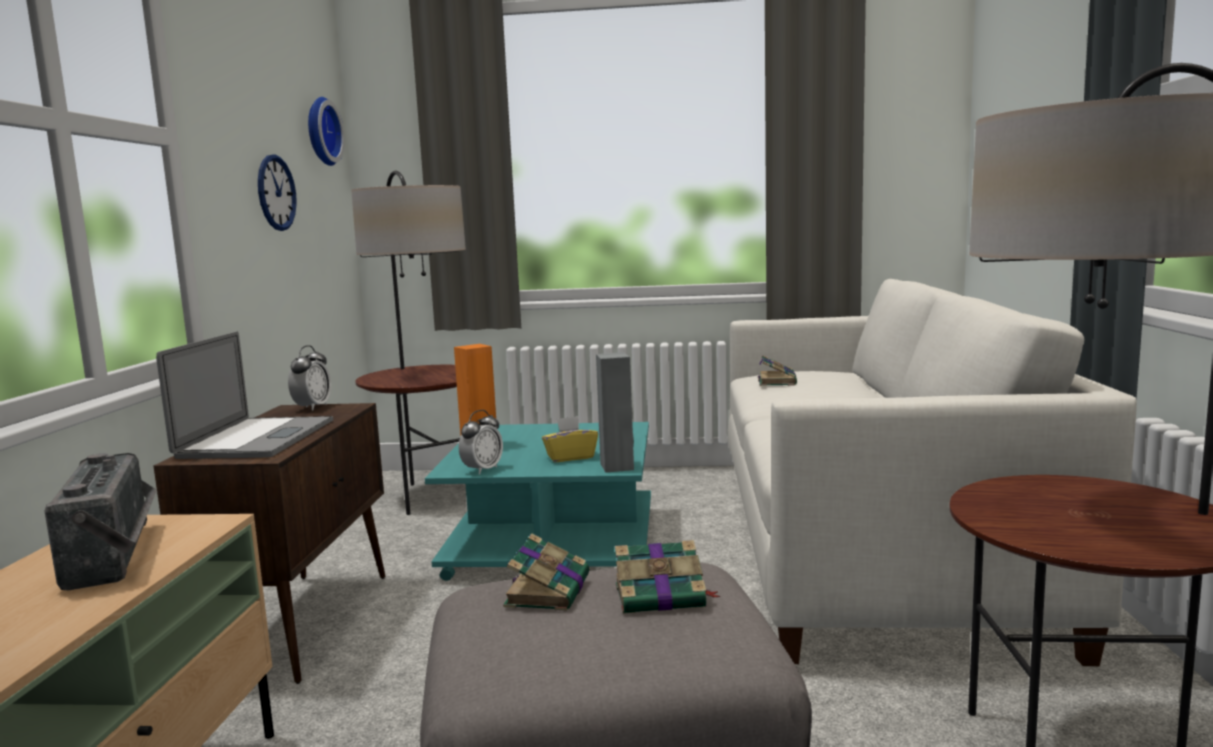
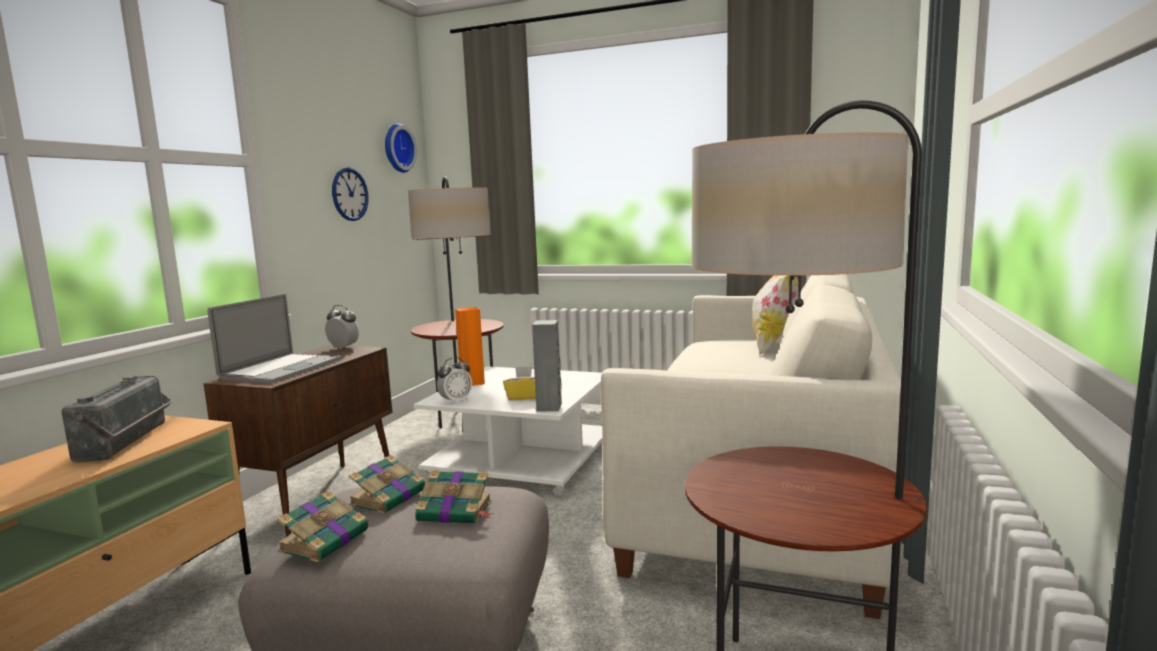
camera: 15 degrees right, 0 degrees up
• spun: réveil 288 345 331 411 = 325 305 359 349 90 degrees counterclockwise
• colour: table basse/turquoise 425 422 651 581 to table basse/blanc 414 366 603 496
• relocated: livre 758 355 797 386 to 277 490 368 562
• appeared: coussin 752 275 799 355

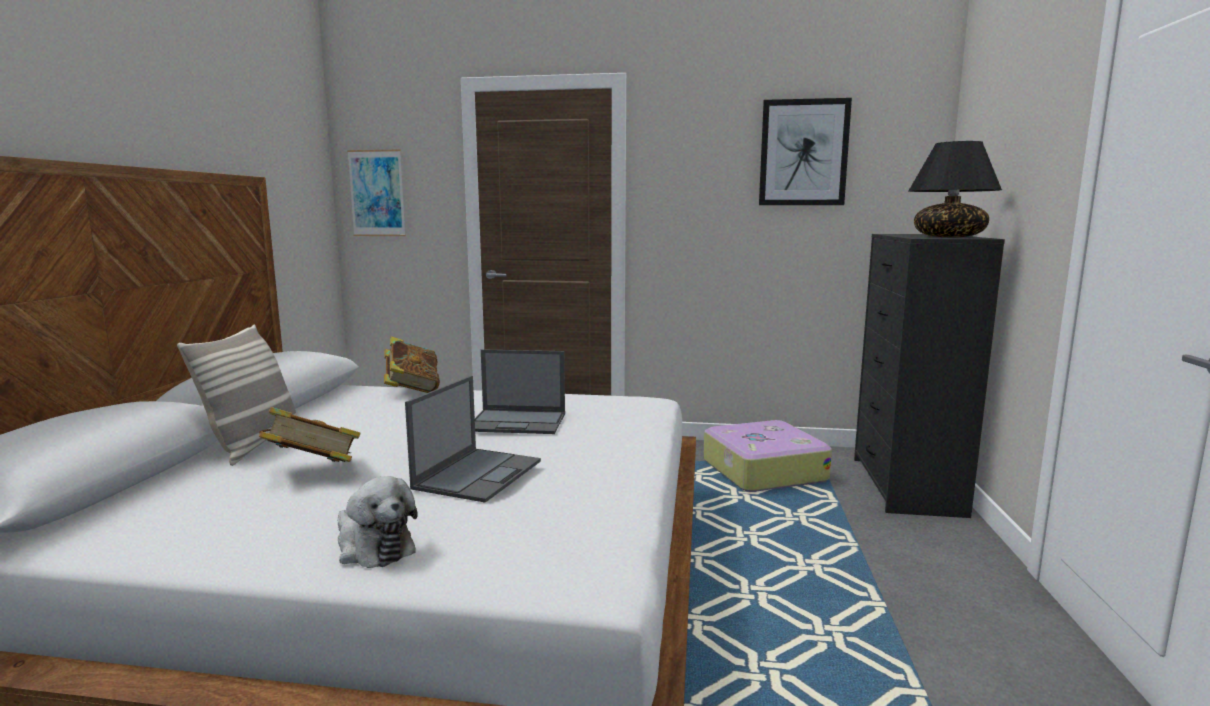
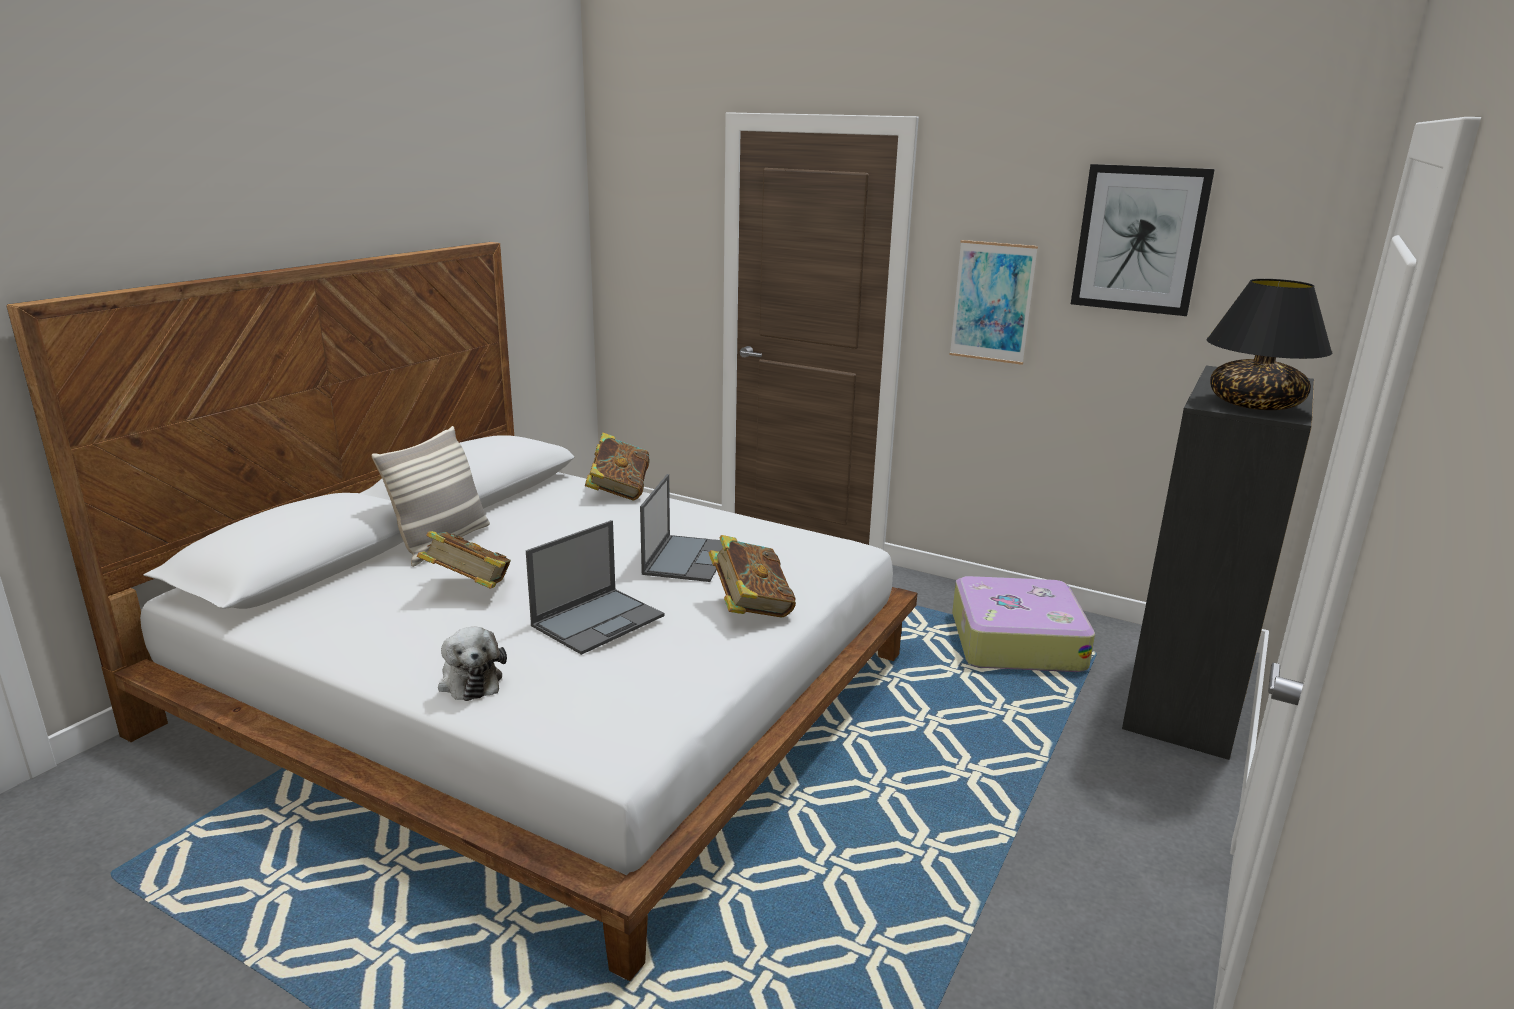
camera: 20 degrees right, 10 degrees up
• relocated: tableau 347 150 406 236 to 950 240 1038 365
• spun: ordinateur portable 475 349 565 434 = 640 474 723 582 105 degrees counterclockwise
• appeared: livre 709 535 796 617

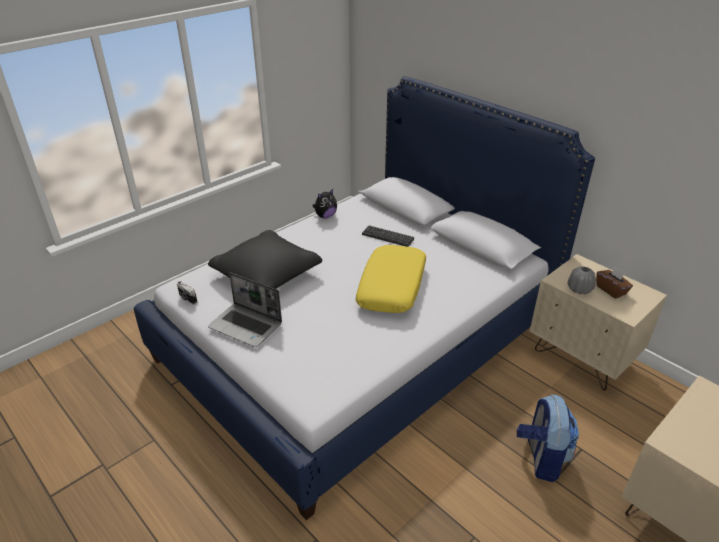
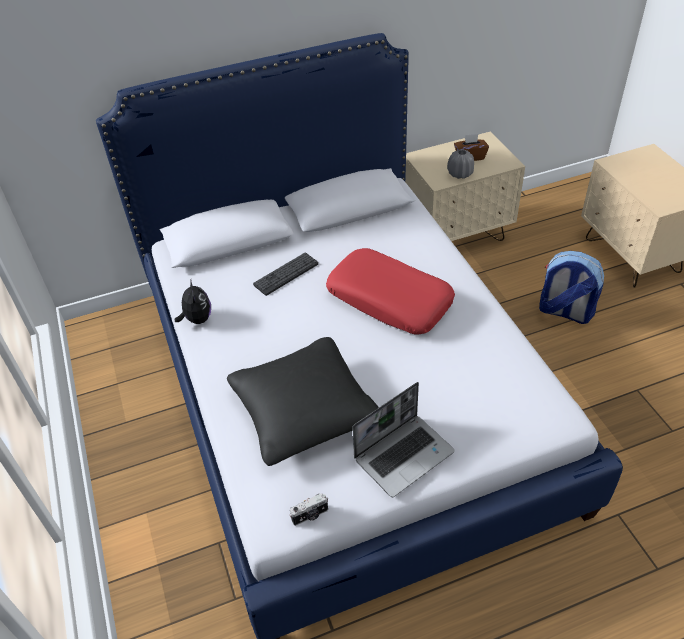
camera: 65 degrees left, 10 degrees up
• colour: coussin/jaune 355 245 426 313 to coussin/rouge 326 248 455 334

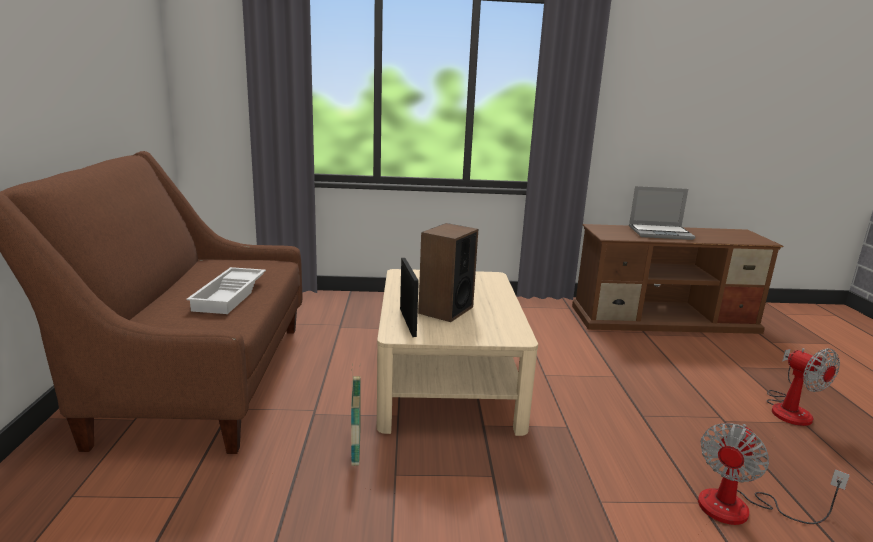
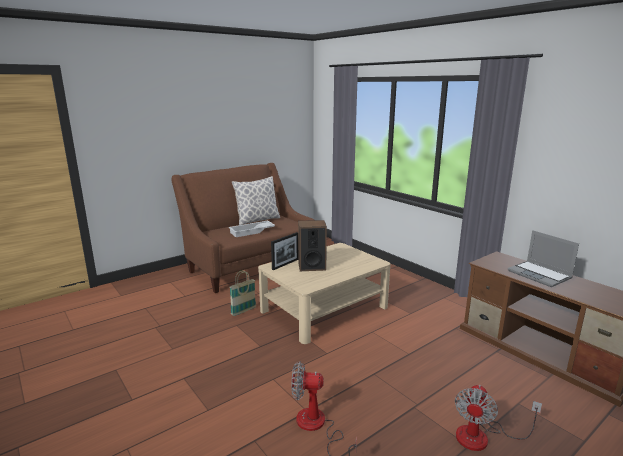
camera: 55 degrees right, 0 degrees up
• appeared: coussin 231 176 280 225

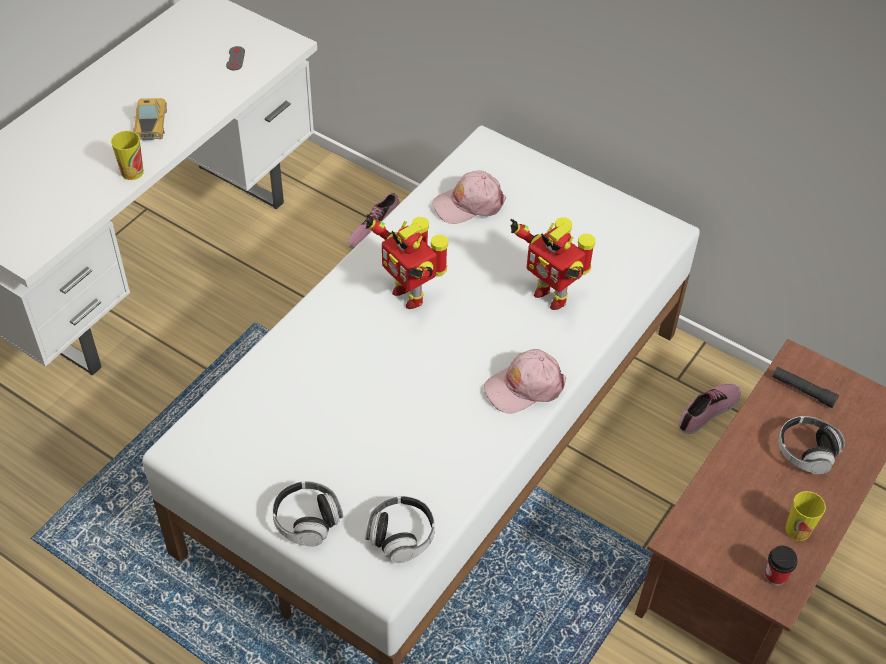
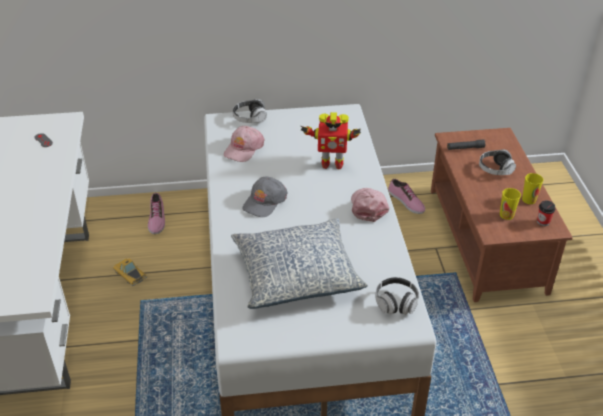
camera: 40 degrees left, 10 degrees down
• relocated: tasse 111 131 144 180 to 500 188 521 220
• relocated: petite voiture 133 98 167 140 to 113 258 147 286
• relocated: casque audio 272 481 343 547 to 233 99 267 123
• exchanged: robot jouet 366 214 448 309 to casquette/gris 243 177 288 217
• spun: casquette/rose 484 349 566 413 = 351 188 390 222 150 degrees clockwise
• spun: chaussure 678 384 741 434 = 388 179 425 214 135 degrees clockwise
• appeared: coussin 231 218 368 309

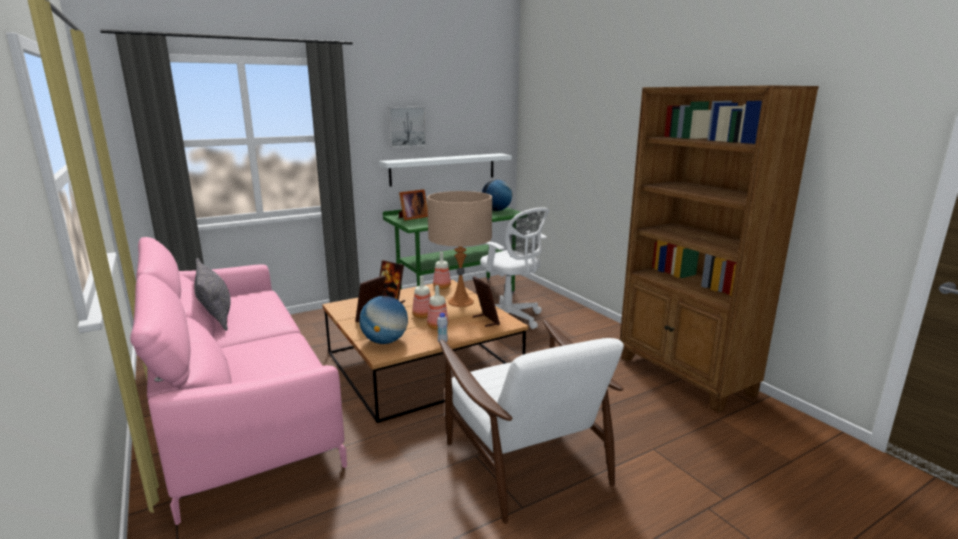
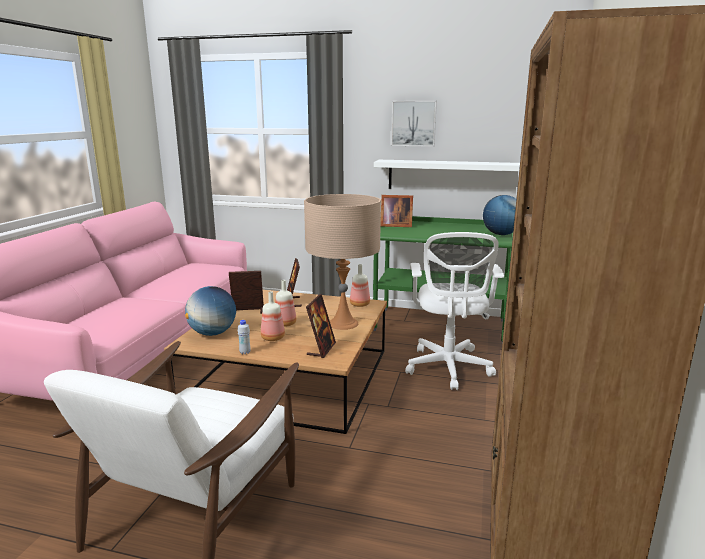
camera: 45 degrees right, 0 degrees up
• missing: coussin/gris 194 258 231 331

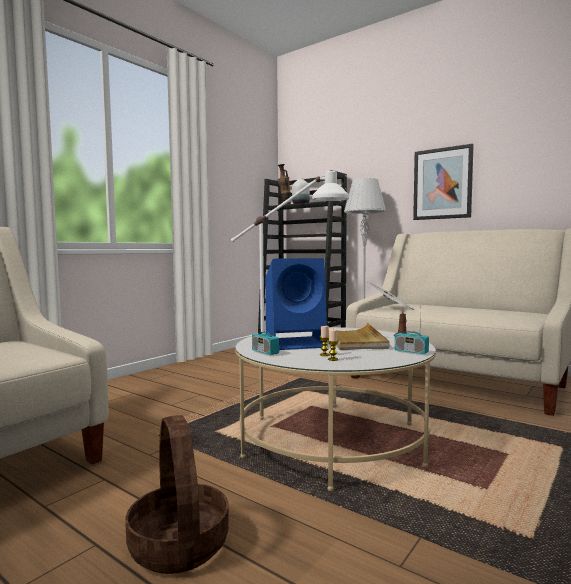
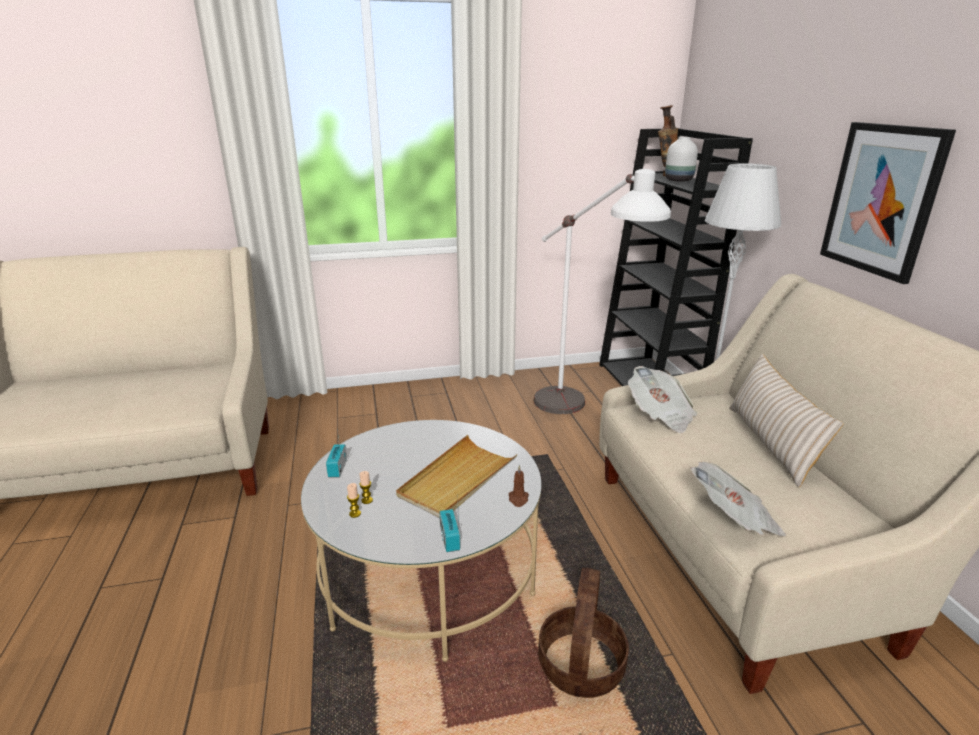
camera: 40 degrees right, 20 degrees up
• relocated: panier 125 415 229 574 to 538 567 629 698
• missing: enceinte/bleu 265 258 328 350
• appeared: journal 691 462 786 536
• appeared: coussin/beige 729 354 844 488

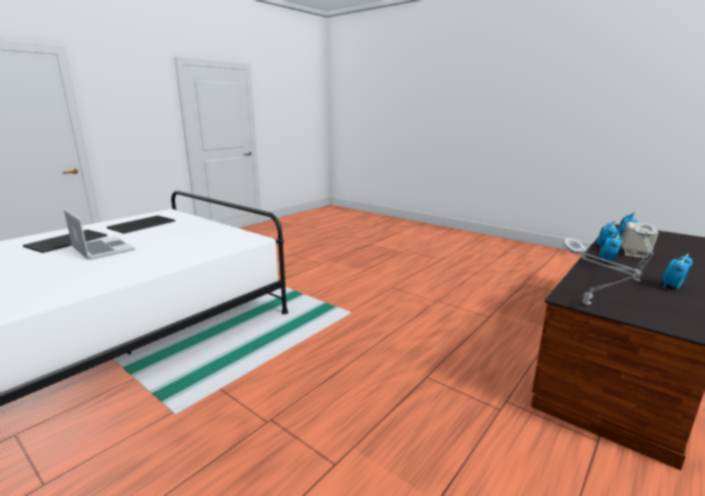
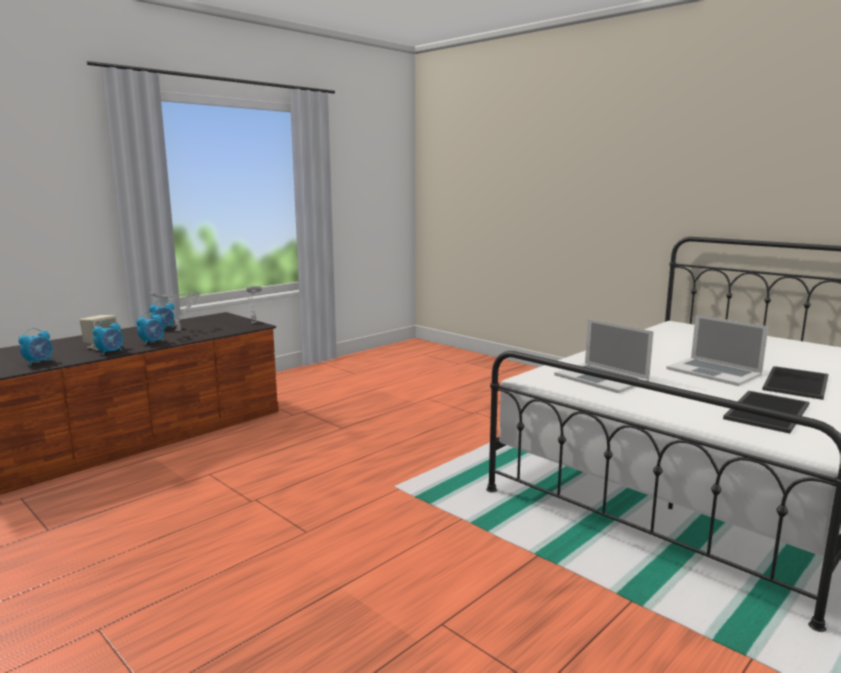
camera: 175 degrees left, 5 degrees down
• appeared: ordinateur portable 554 319 654 393

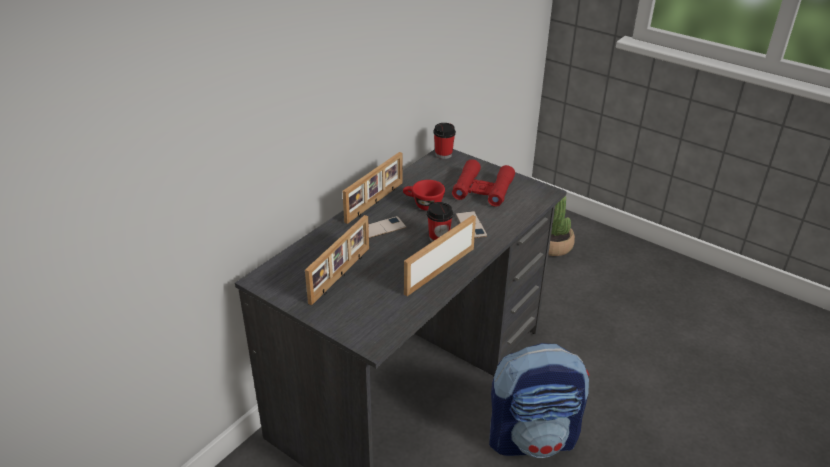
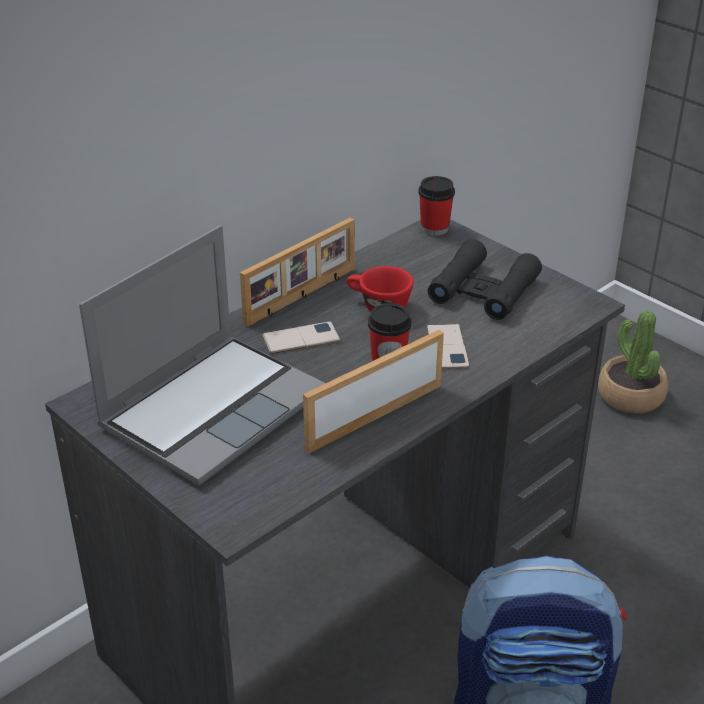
camera: 10 degrees right, 0 degrees up
• exchanged: cadre photo 305 215 369 305 to ordinateur portable 79 225 325 485
• colour: jumelles/rouge 452 159 515 207 to jumelles/noir 428 239 542 320

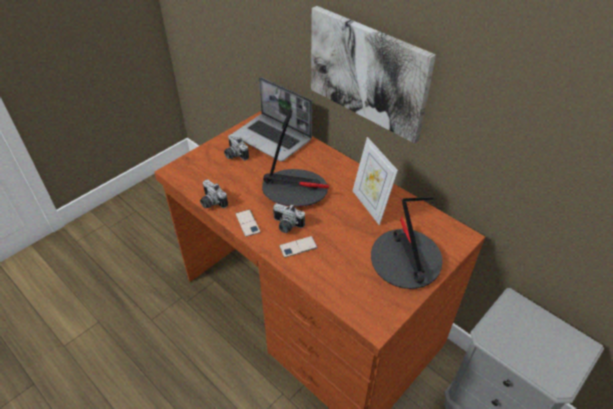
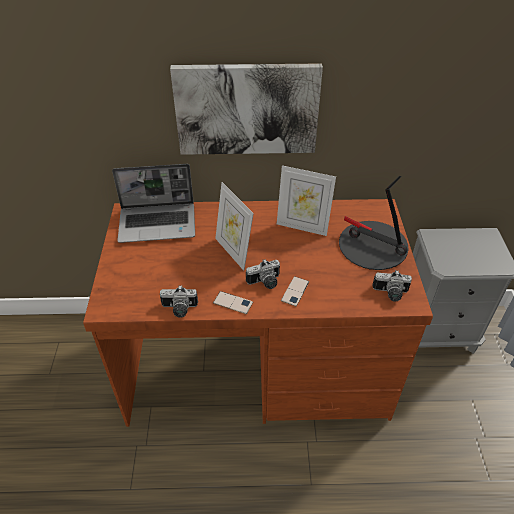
camera: 45 degrees left, 0 degrees up
• relocated: appareil photo 224 134 249 160 to 373 270 412 301
• exchanged: lampe de table 262 108 329 207 to cadre photo 215 182 254 271

